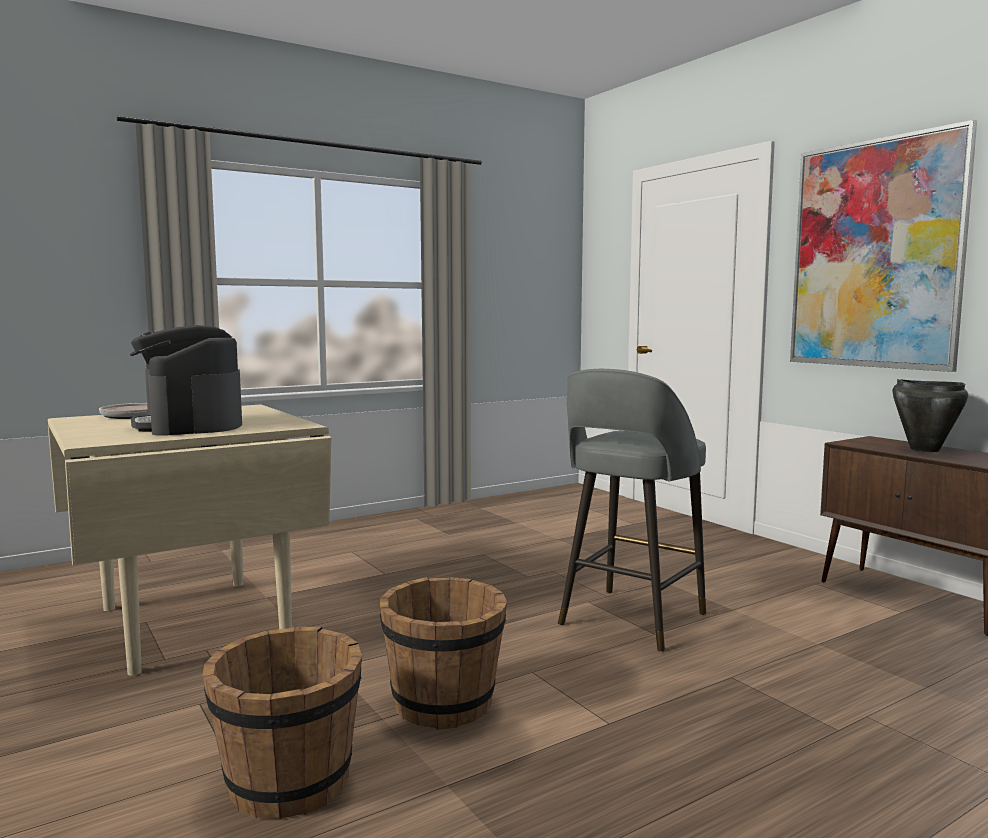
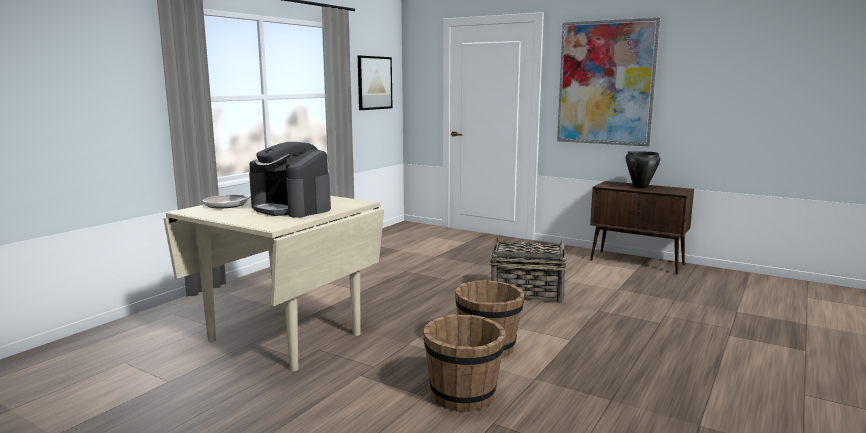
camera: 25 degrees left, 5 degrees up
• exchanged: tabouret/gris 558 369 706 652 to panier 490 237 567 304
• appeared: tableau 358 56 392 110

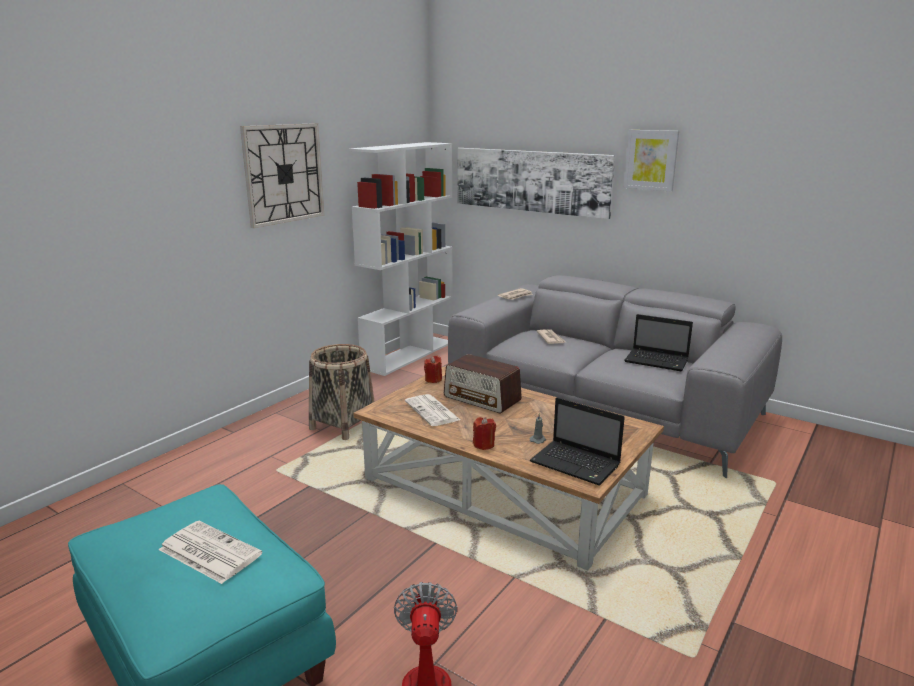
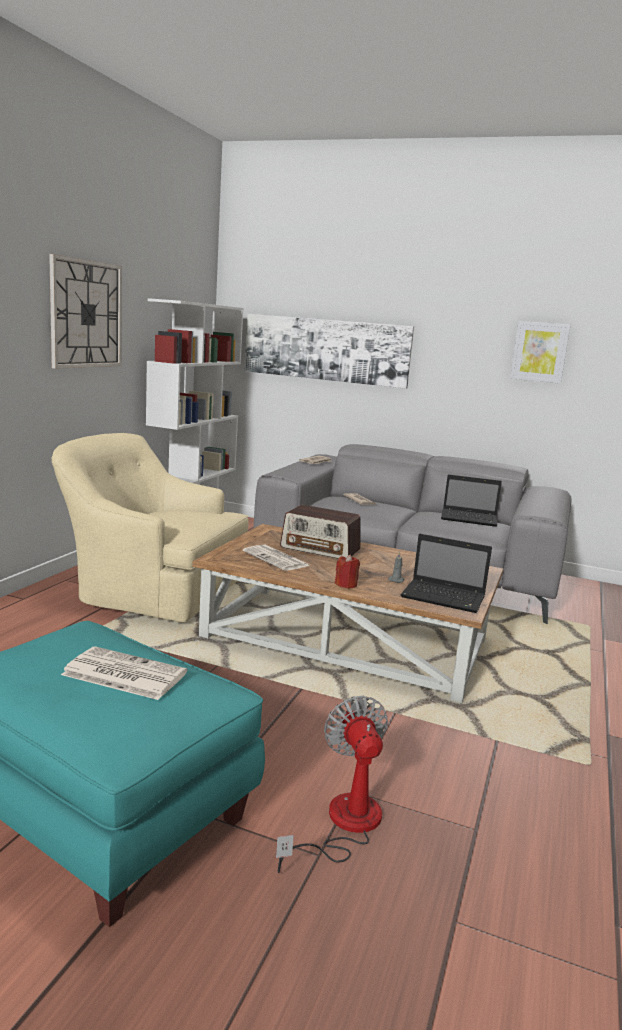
camera: 15 degrees left, 5 degrees down
• exchanged: panier 309 344 375 440 to fauteuil/beige 51 433 248 622
• missing: bougie/rouge 424 356 442 383
• relocated: tableau 624 130 679 191 to 510 321 571 384

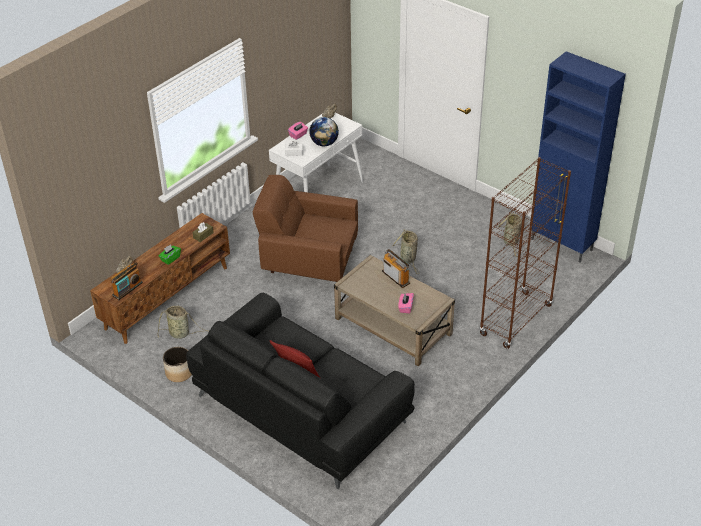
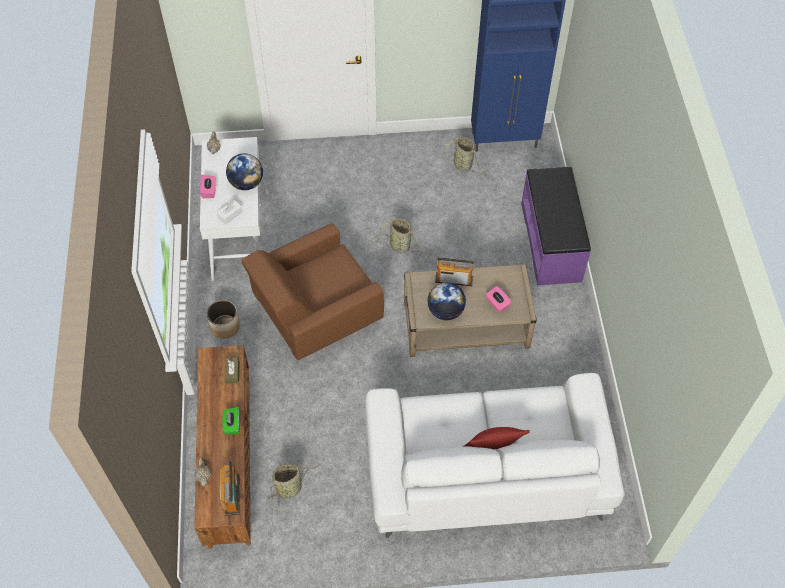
camera: 45 degrees left, 15 degrees up
• relocated: cache-pot 163 347 192 382 to 207 300 240 339
• colour: canapé/noir 186 293 415 489 to canapé/blanc 365 373 625 538
• exchanged: bibliothèque/marron 479 157 571 349 to banc/violet 521 166 591 286
• appeared: globe 427 282 466 320

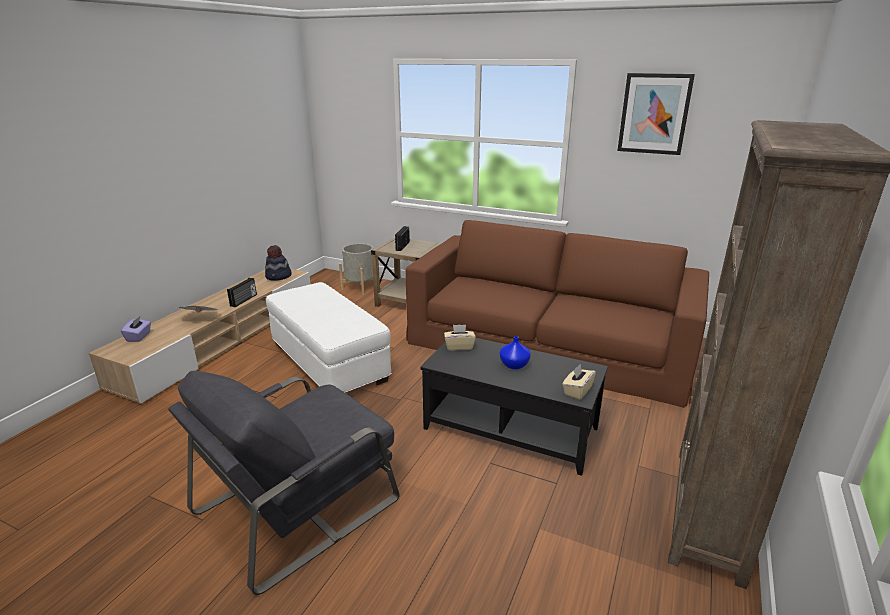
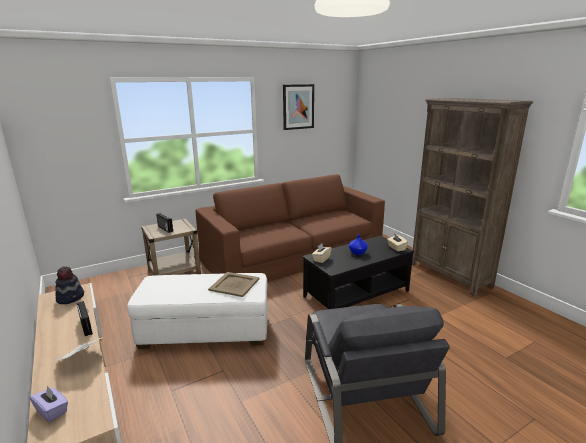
camera: 55 degrees left, 5 degrees down
• missing: cache-pot/gris 339 243 373 295
• appeared: plateau/beige 208 272 259 297

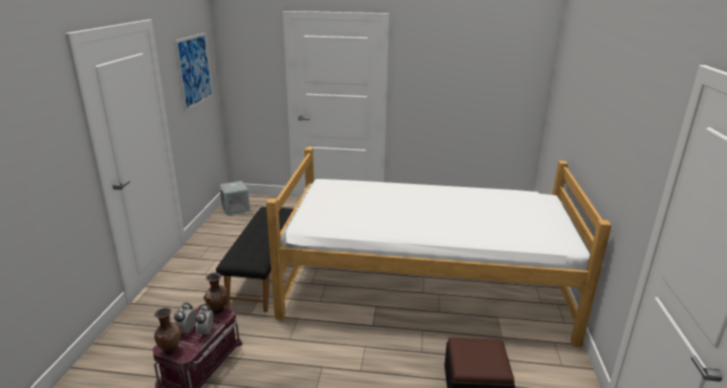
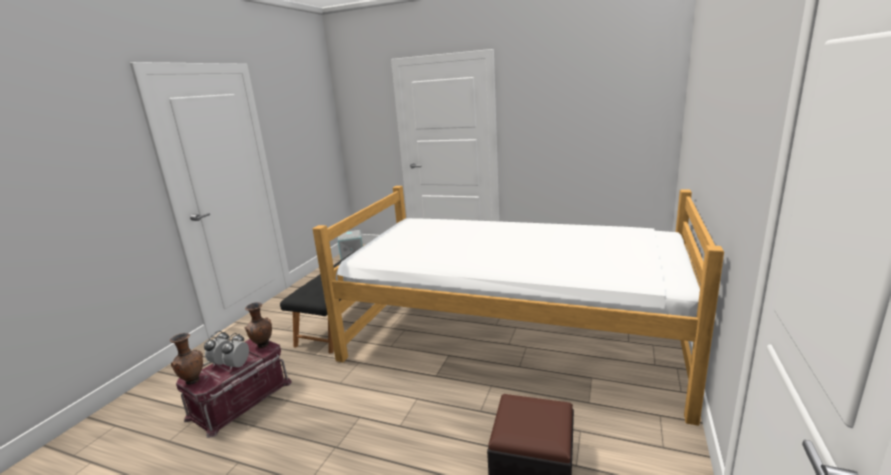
camera: 15 degrees right, 5 degrees down
• missing: tableau 175 33 213 112

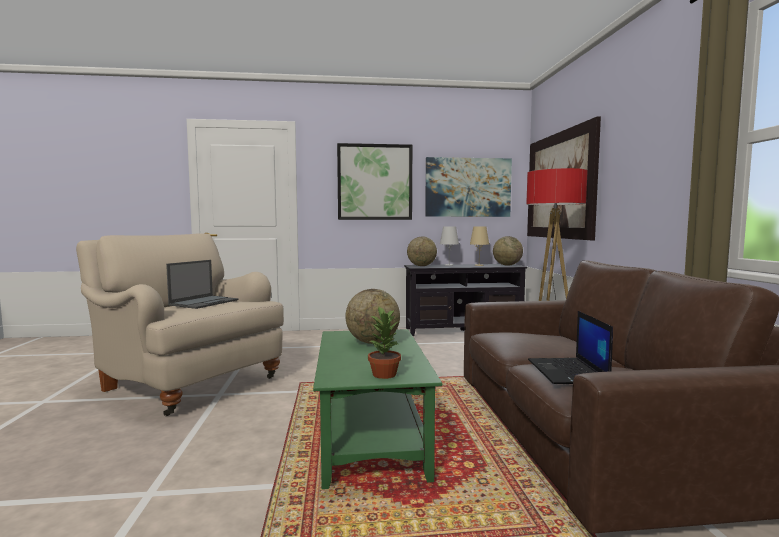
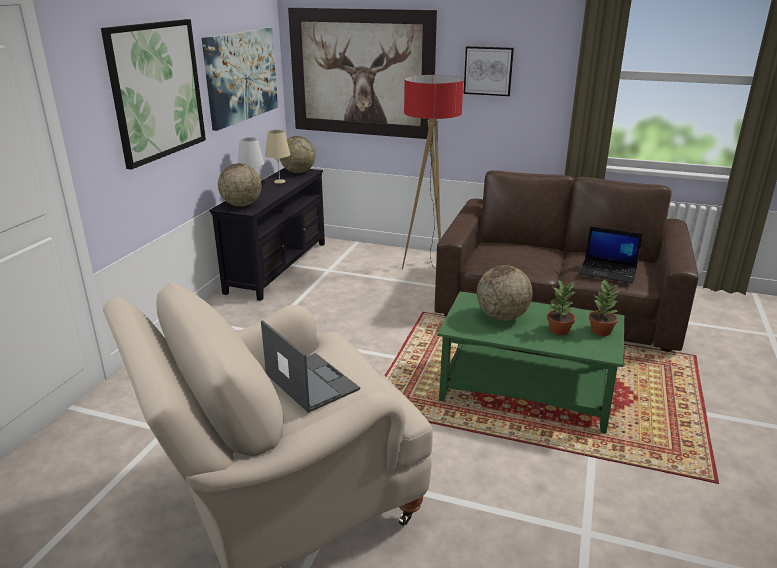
camera: 65 degrees left, 20 degrees up
• appeared: tableau 464 46 514 96
• appeared: plante en pot 547 280 575 335

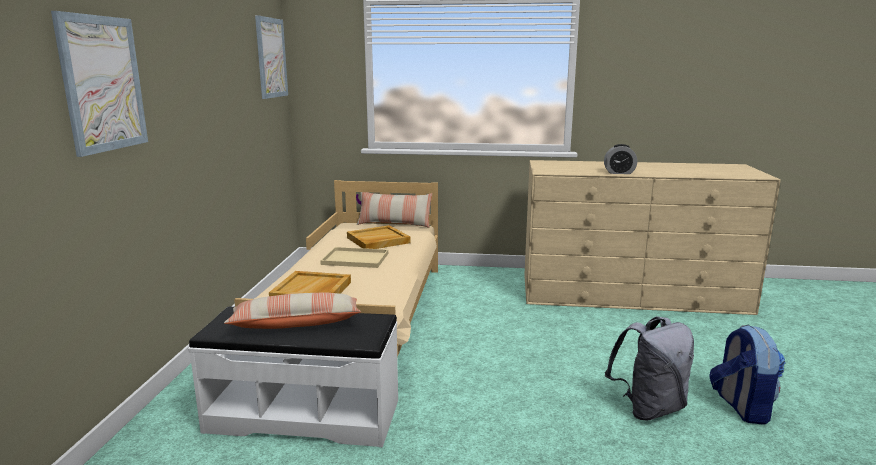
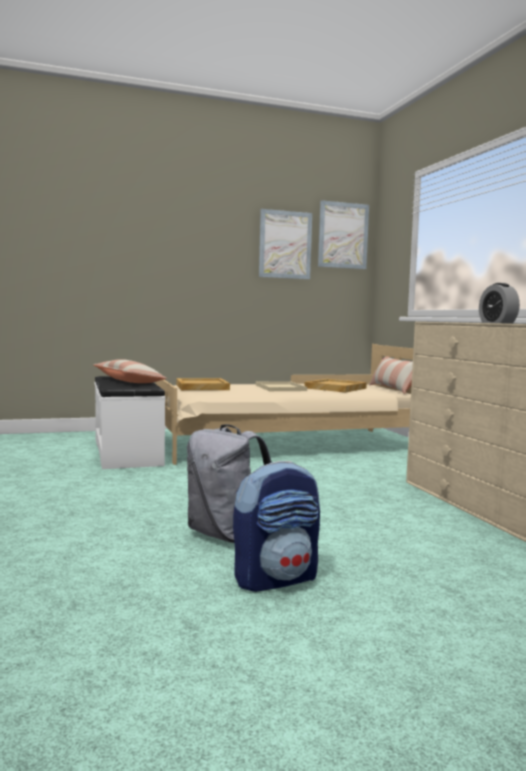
camera: 65 degrees right, 10 degrees down
• relocated: tableau 51 11 148 157 to 259 209 312 279

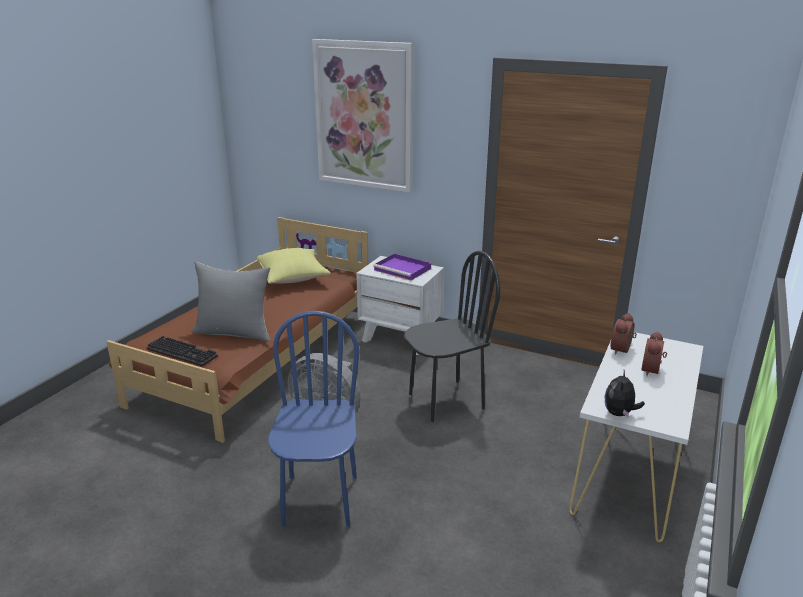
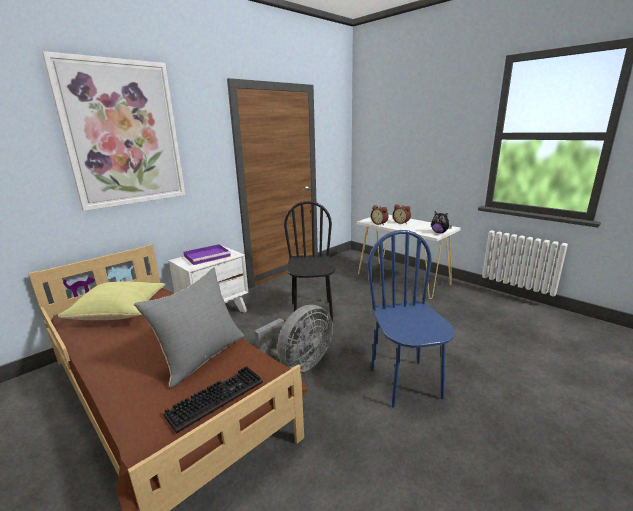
camera: 70 degrees left, 5 degrees down
• spun: chaise/bleu 268 311 359 527 = 368 230 455 408 60 degrees clockwise

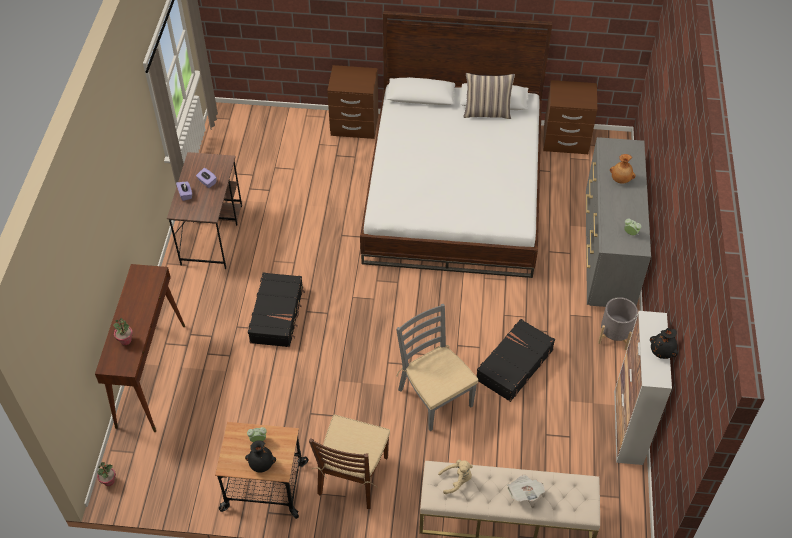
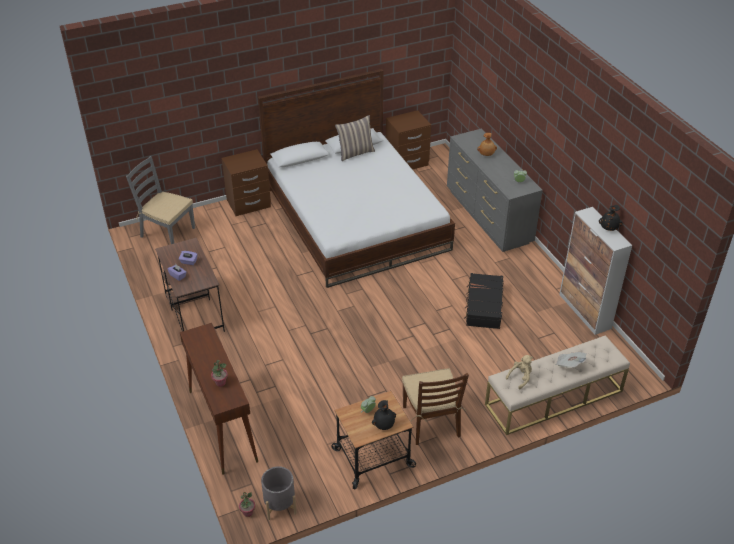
camera: 30 degrees left, 10 degrees down
• missing: valise/noir 248 272 305 347
• relocated: chaise/gris 396 304 478 431 to 126 156 195 244
• relocated: cache-pot/gris 598 297 638 350 to 261 466 297 520

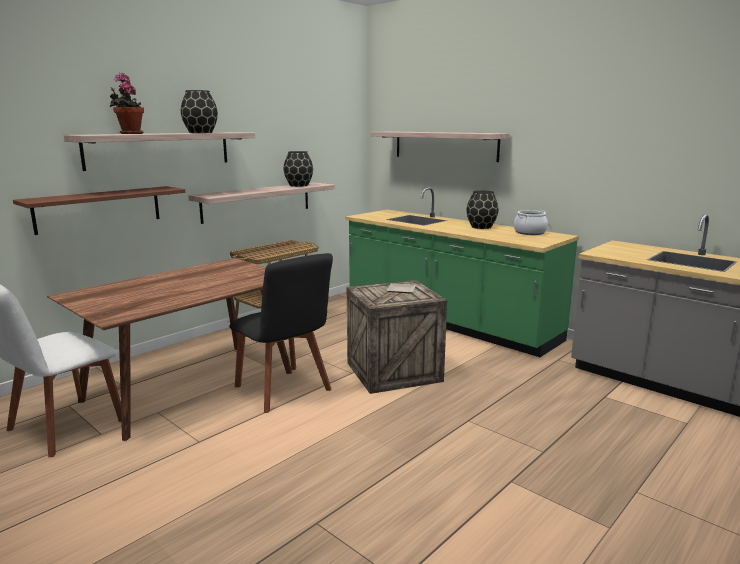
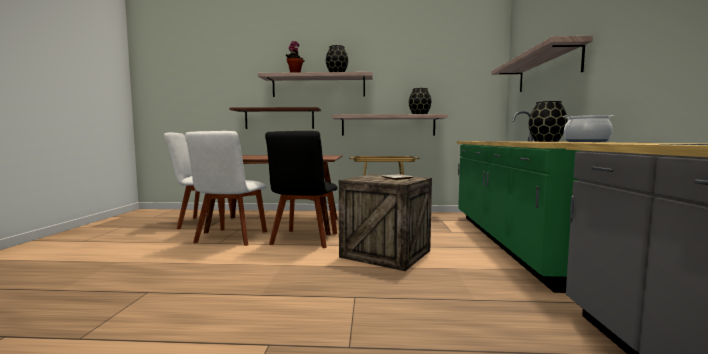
camera: 50 degrees right, 10 degrees down
• appeared: chaise/blanc 185 131 267 246

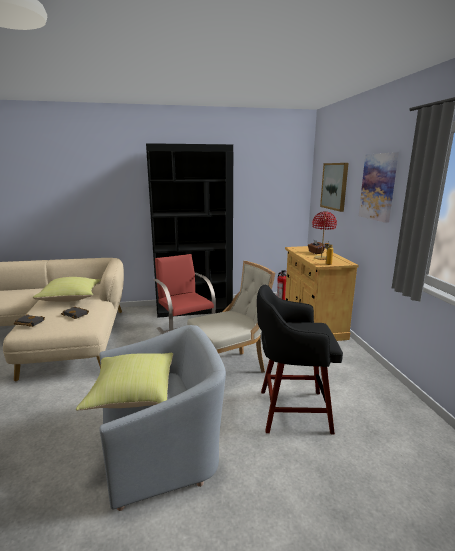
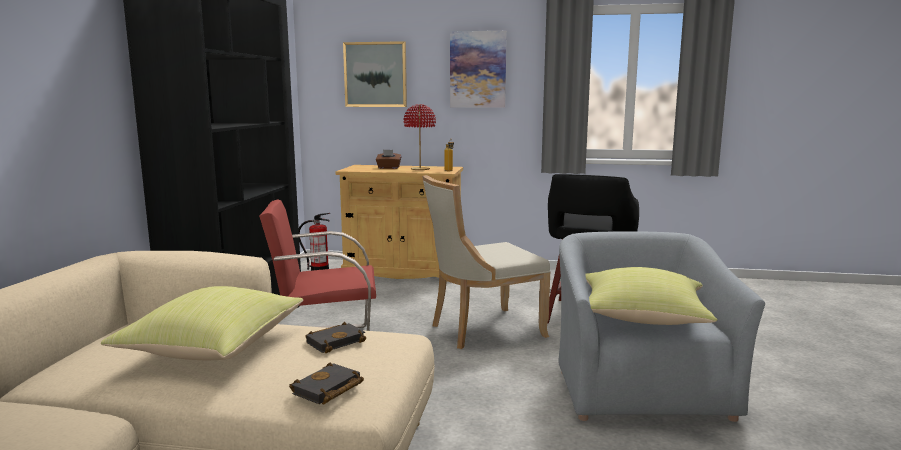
camera: 70 degrees left, 5 degrees down
• spun: chaise/beige 187 261 275 373 = 422 175 551 349 105 degrees counterclockwise

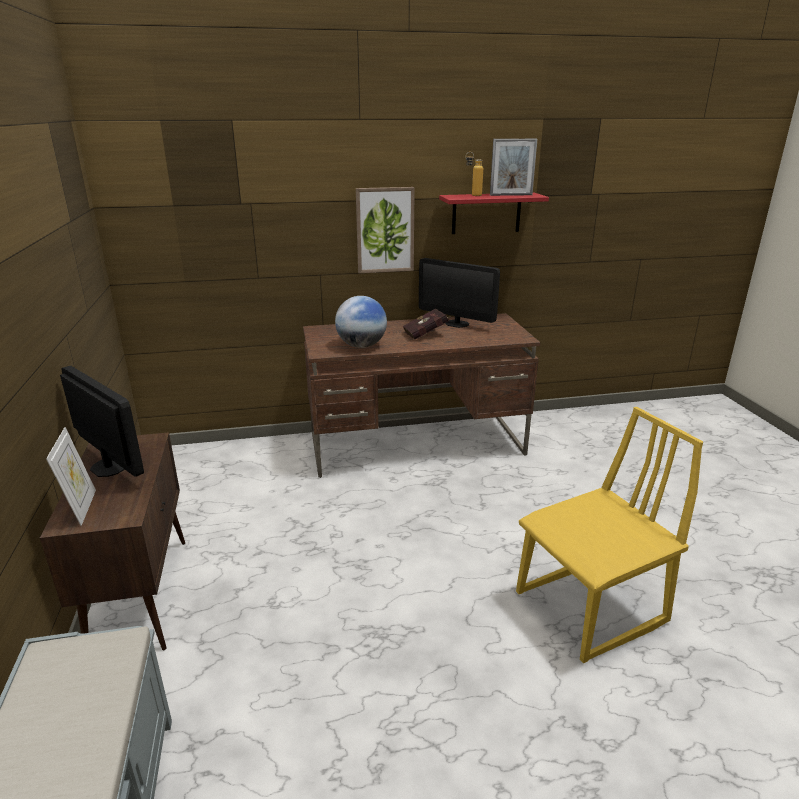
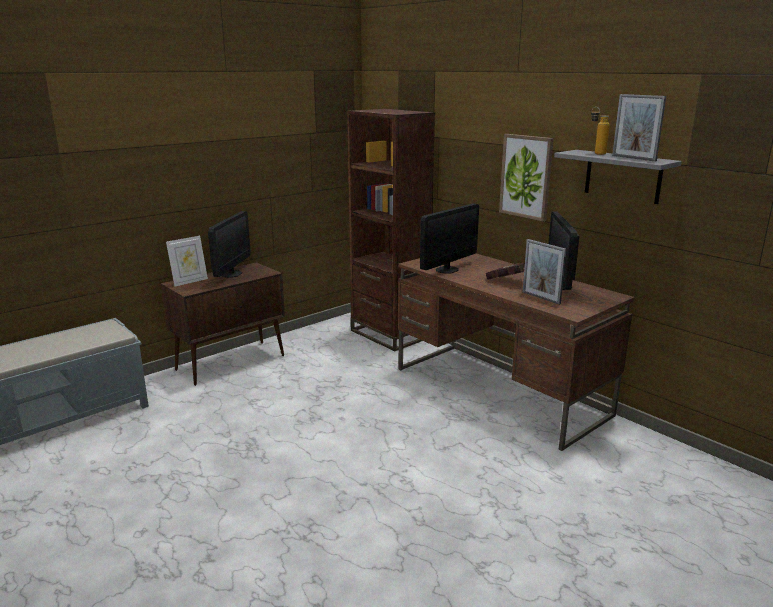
camera: 60 degrees right, 5 degrees down
• exchanged: globe 335 296 387 348 to écran d'ordinateur 420 203 479 273
• colour: étagère/rouge 439 193 549 234 to étagère/gris 554 150 682 204
• missing: chaise/jaune 516 407 703 663
• appeared: bibliothèque/marron 347 109 435 351
• appeared: cadre photo 523 239 566 305

